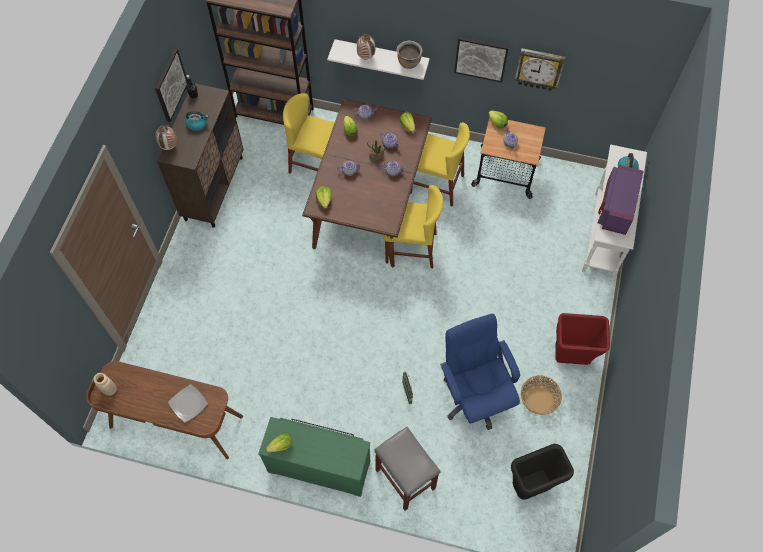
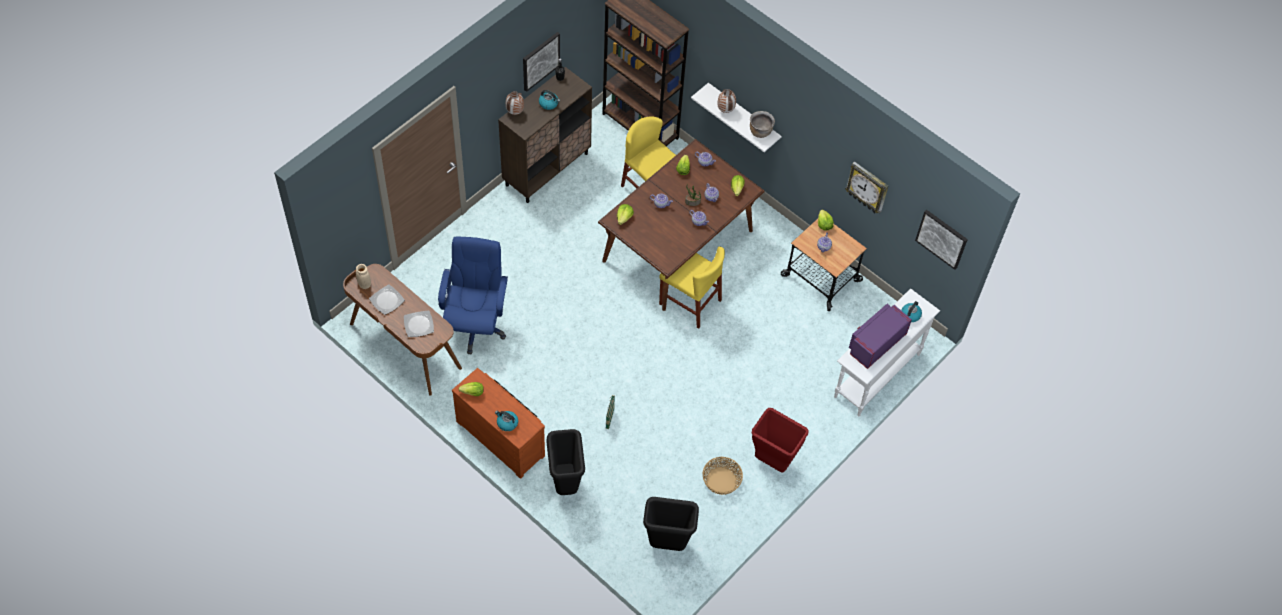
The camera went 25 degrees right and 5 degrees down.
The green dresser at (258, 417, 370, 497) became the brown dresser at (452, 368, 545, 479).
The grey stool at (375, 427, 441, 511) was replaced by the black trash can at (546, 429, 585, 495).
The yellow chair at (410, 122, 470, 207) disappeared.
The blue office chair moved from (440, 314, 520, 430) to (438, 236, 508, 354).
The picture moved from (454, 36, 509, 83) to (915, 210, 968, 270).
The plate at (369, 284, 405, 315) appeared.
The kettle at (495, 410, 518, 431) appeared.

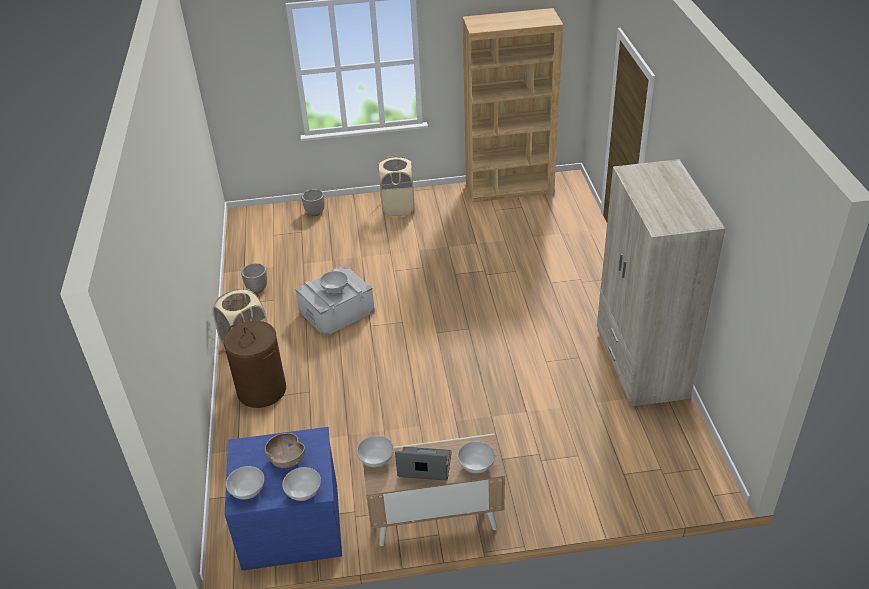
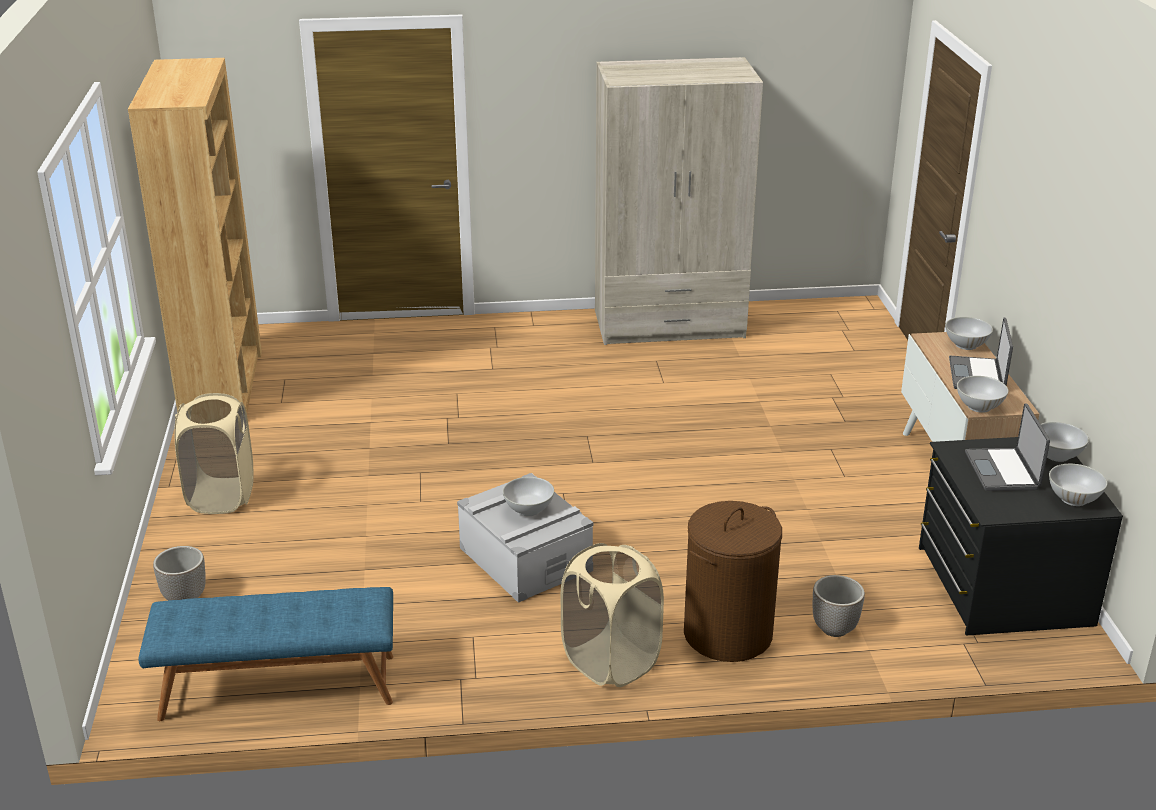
The camera went 90 degrees left and 10 degrees down.
The blue dresser at (225, 427, 342, 570) became the black dresser at (919, 437, 1123, 635).
The planter moved from (241, 263, 267, 293) to (813, 575, 865, 637).
The brown bowl at (265, 433, 305, 468) was replaced by the laptop at (965, 403, 1050, 491).
The blue bench at (138, 587, 393, 721) appeared.

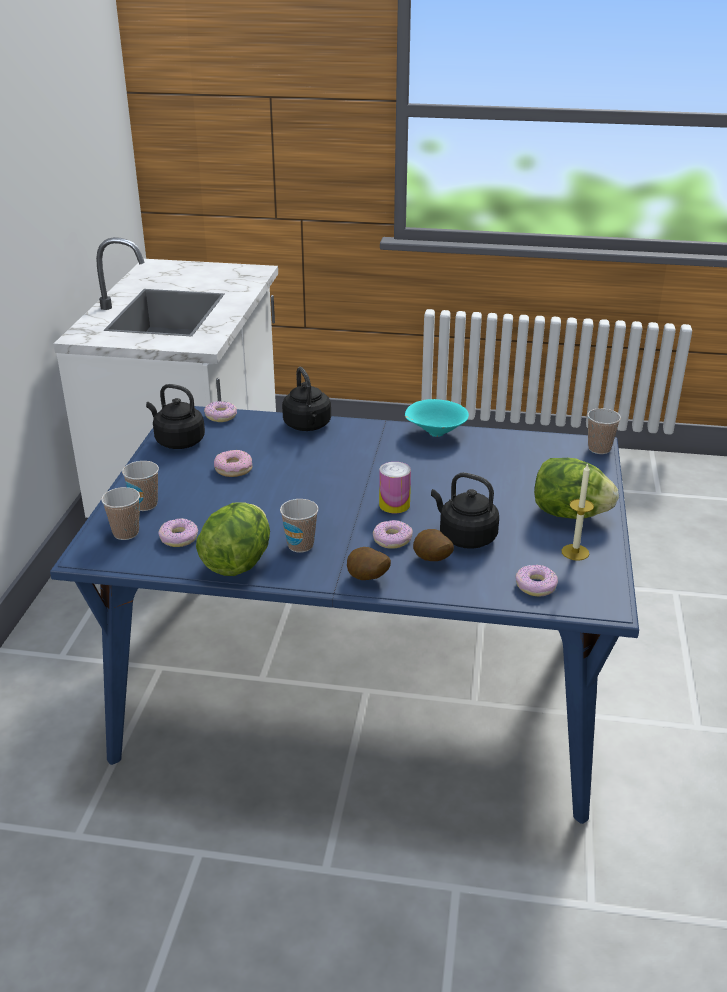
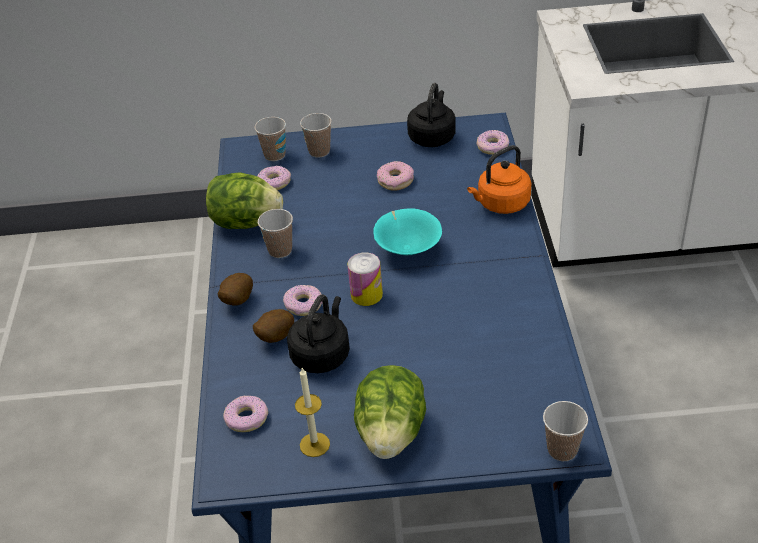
The camera went 80 degrees right and 10 degrees up.
The black kettle at (282, 367, 331, 431) became the orange kettle at (467, 145, 531, 214).
The turquoise bowl moved from (405, 399, 469, 437) to (373, 208, 442, 255).

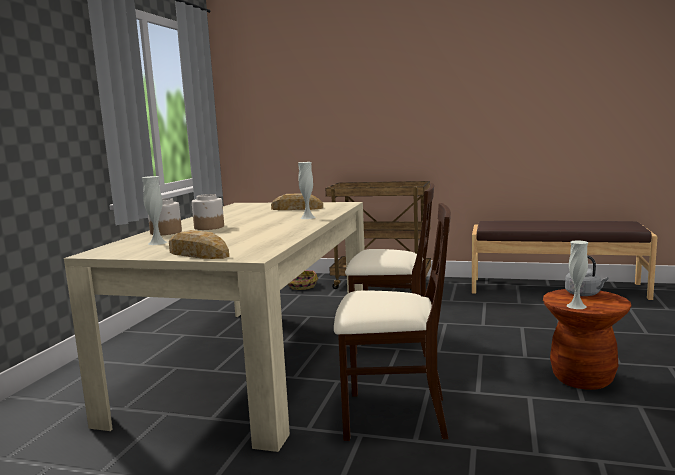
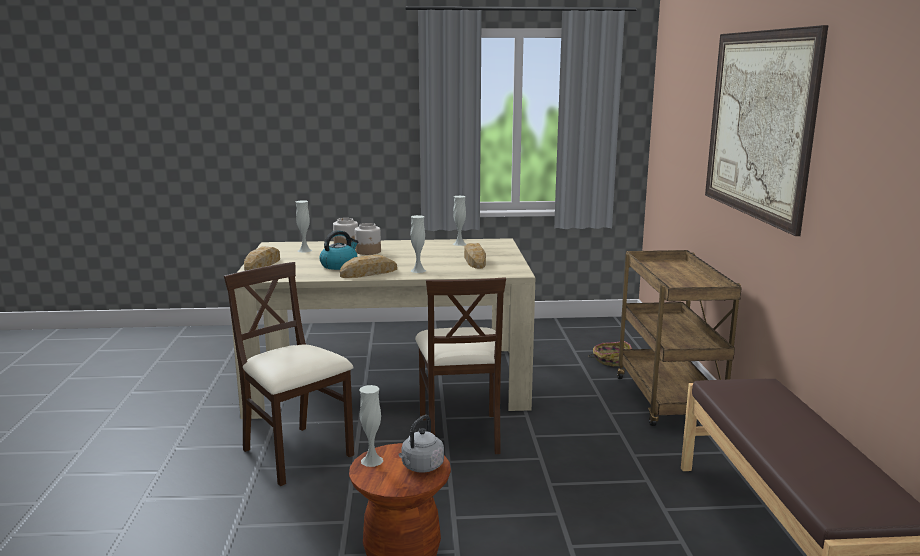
The camera went 70 degrees right and 5 degrees up.
The beige chair at (334, 203, 451, 441) turned 150 degrees clockwise.
The kettle at (319, 230, 358, 270) appeared.
The bread at (340, 255, 397, 278) appeared.
The white vase at (453, 196, 466, 246) appeared.
The picture at (705, 25, 828, 236) appeared.

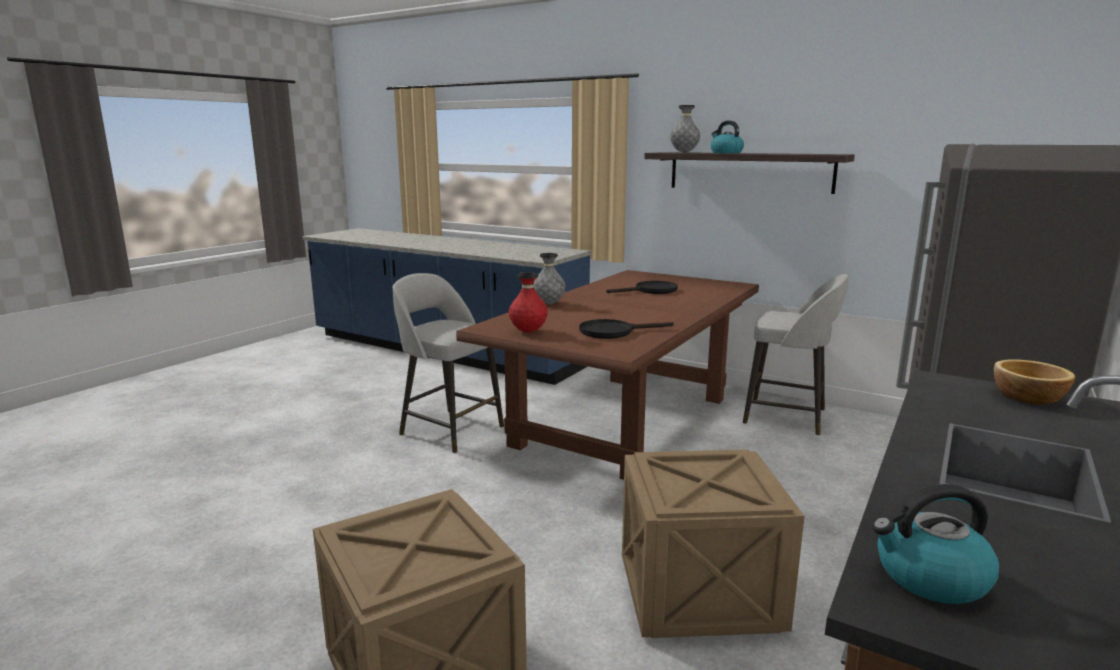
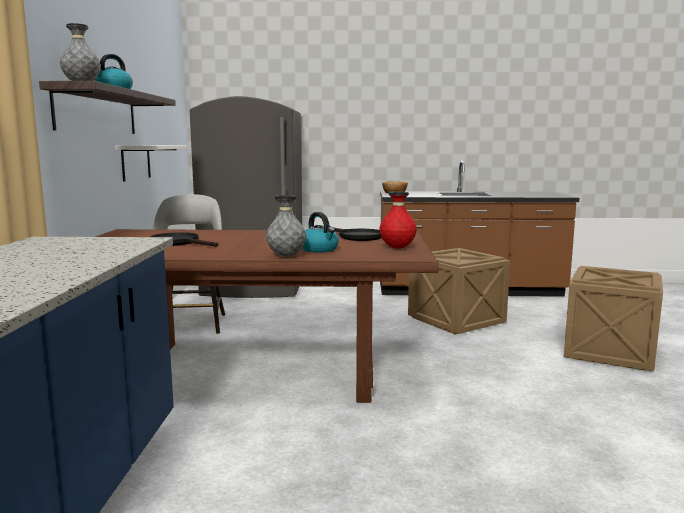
The camera went 120 degrees left and 5 degrees down.
The grey stool at (393, 273, 504, 453) disappeared.
The kettle moved from (872, 484, 999, 604) to (302, 212, 339, 253).
The white shelf at (115, 145, 187, 182) appeared.

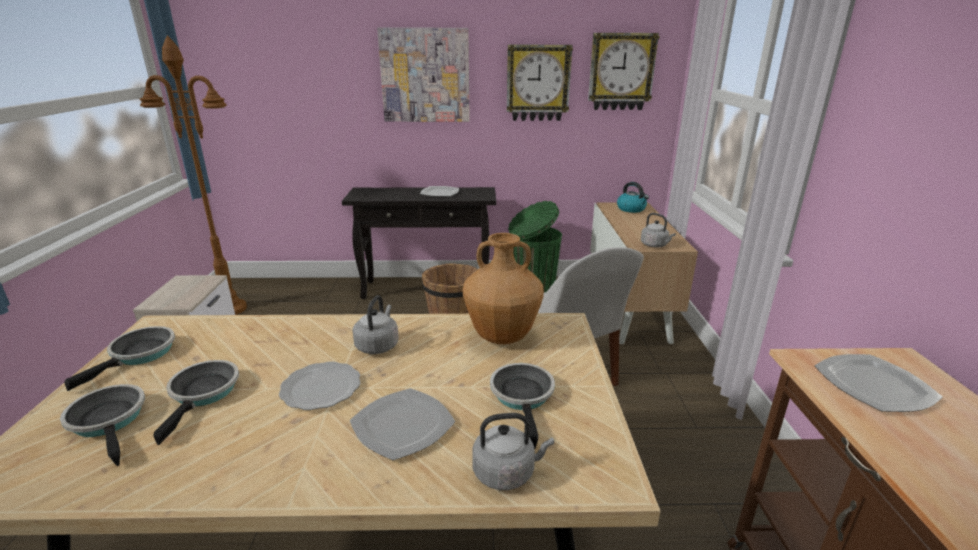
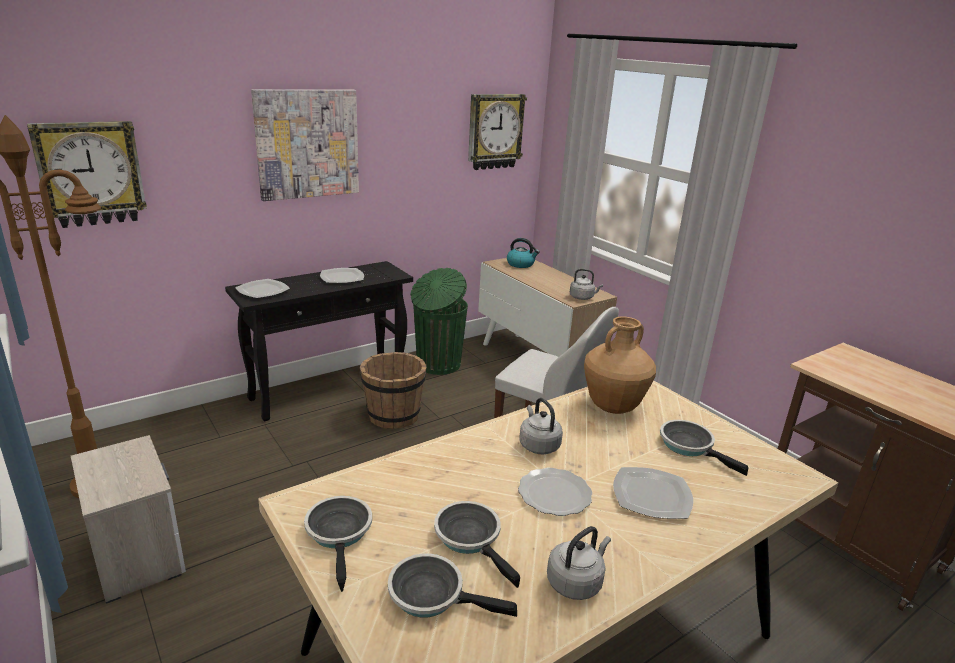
The camera went 35 degrees left and 0 degrees up.
The grey kettle moved from (472, 413, 554, 490) to (547, 526, 611, 600).
The wall clock moved from (507, 45, 573, 121) to (27, 121, 147, 228).
The plate moved from (815, 354, 943, 412) to (235, 279, 290, 298).

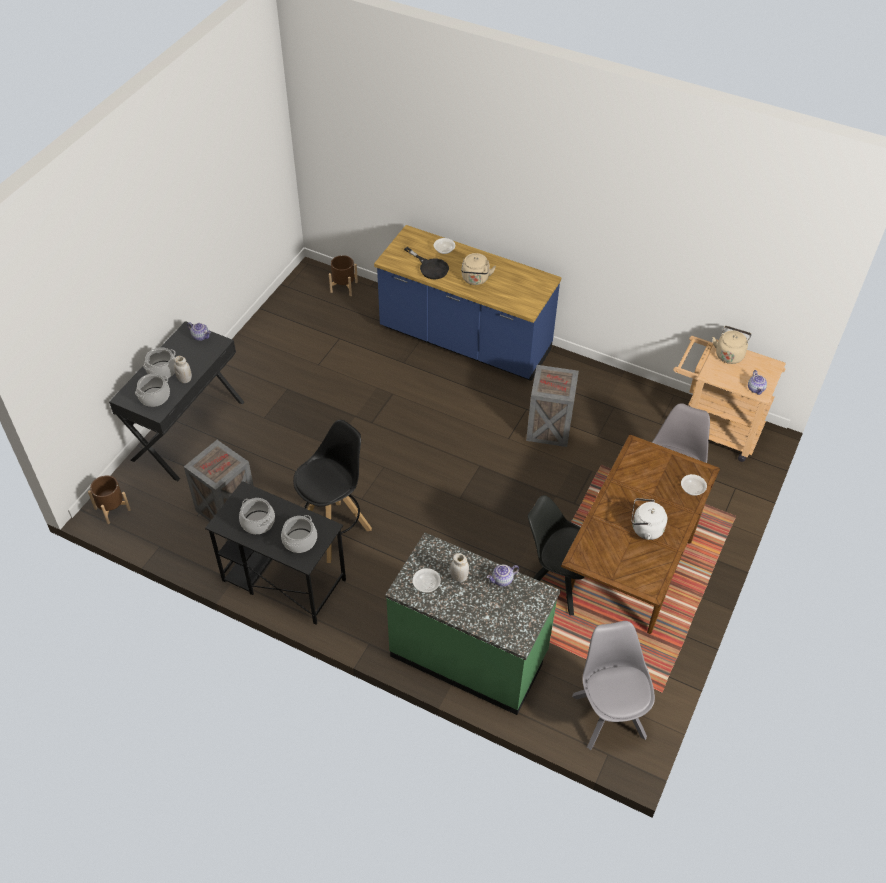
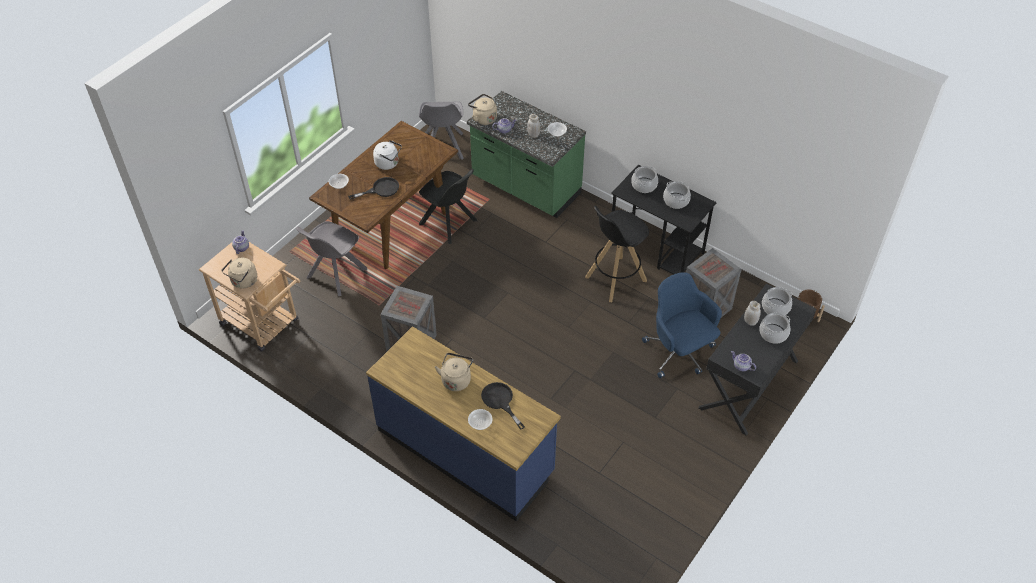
The camera went 170 degrees left and 0 degrees up.
The brown planter at (329, 255, 358, 296) disappeared.
The black frying pan at (348, 177, 399, 200) appeared.
The beige kettle at (468, 94, 497, 125) appeared.
The blue office chair at (642, 272, 722, 378) appeared.

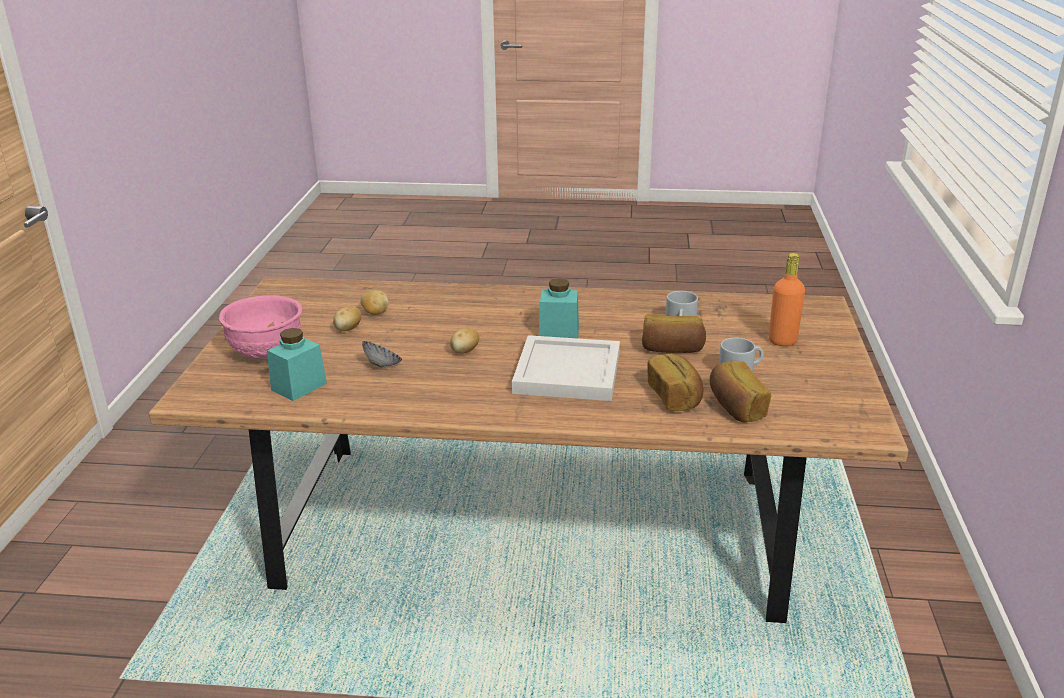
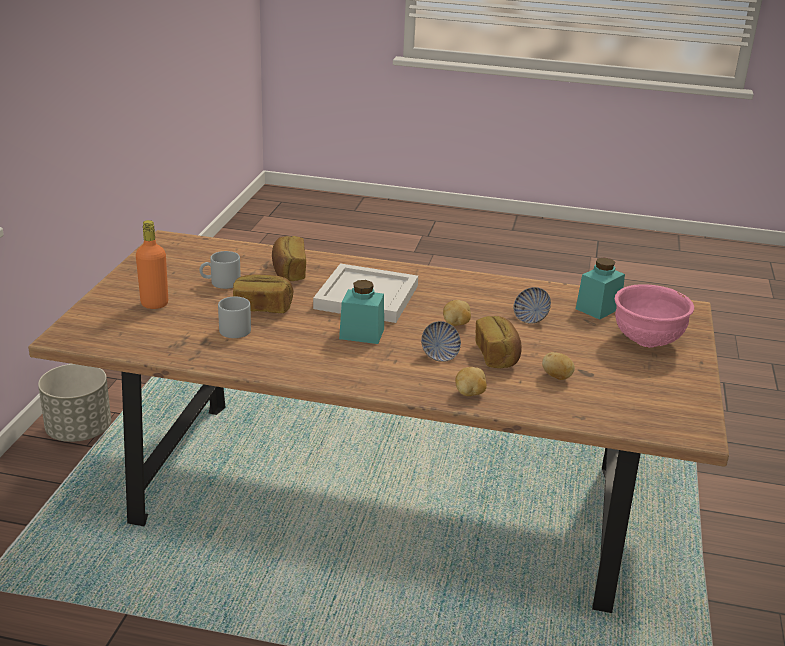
The camera went 175 degrees left and 0 degrees up.
The potato moved from (333, 306, 362, 331) to (455, 367, 487, 396).
The bread moved from (710, 360, 771, 422) to (475, 316, 522, 368).
The grey planter at (38, 364, 111, 442) appeared.
The bowl at (421, 321, 461, 362) appeared.

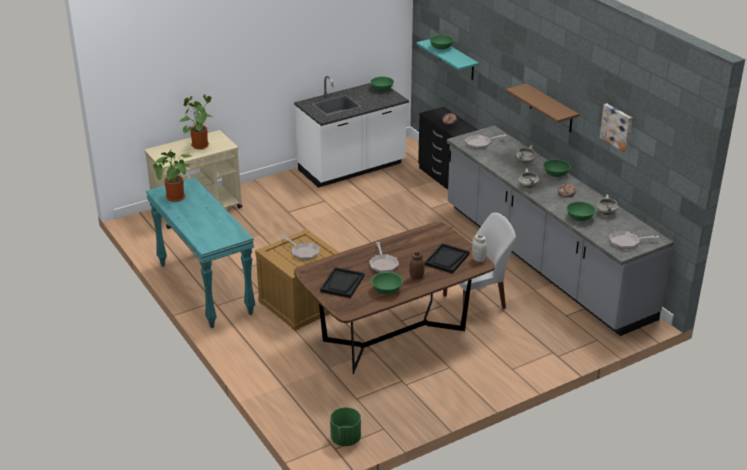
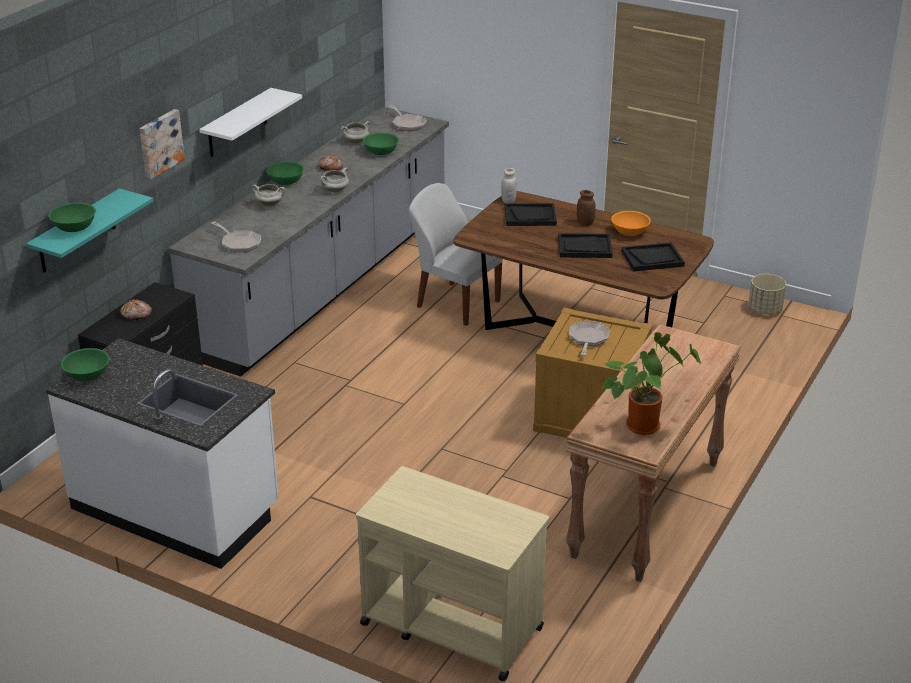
The camera went 120 degrees left and 0 degrees up.
The turquoise console table at (146, 177, 255, 328) became the brown console table at (566, 324, 741, 582).
The potted plant at (179, 94, 212, 149) disappeared.
The green planter at (330, 407, 361, 446) became the beige planter at (749, 274, 786, 314).
The frying pan at (369, 242, 399, 273) was replaced by the black tray at (558, 233, 613, 258).
The green bowl at (371, 272, 403, 294) became the orange bowl at (611, 211, 651, 236).
The brown shelf at (506, 83, 579, 133) became the white shelf at (199, 88, 302, 157).
The picture moved from (600, 103, 632, 152) to (140, 109, 185, 180).

